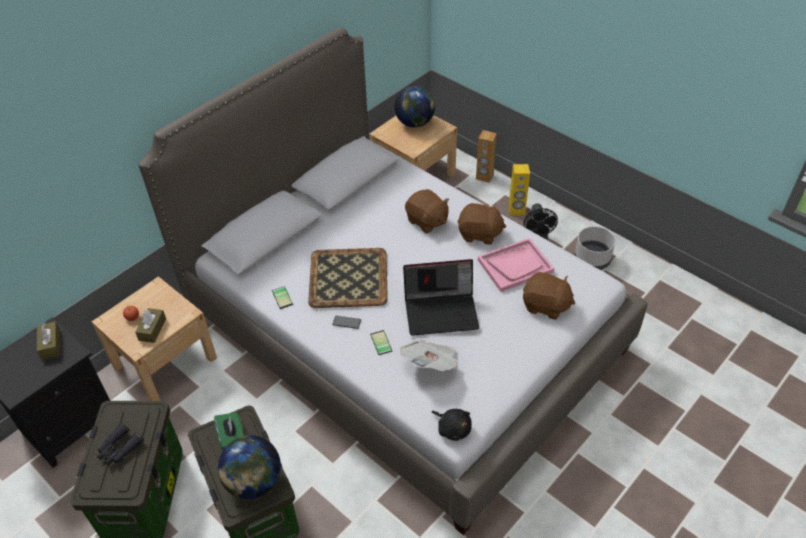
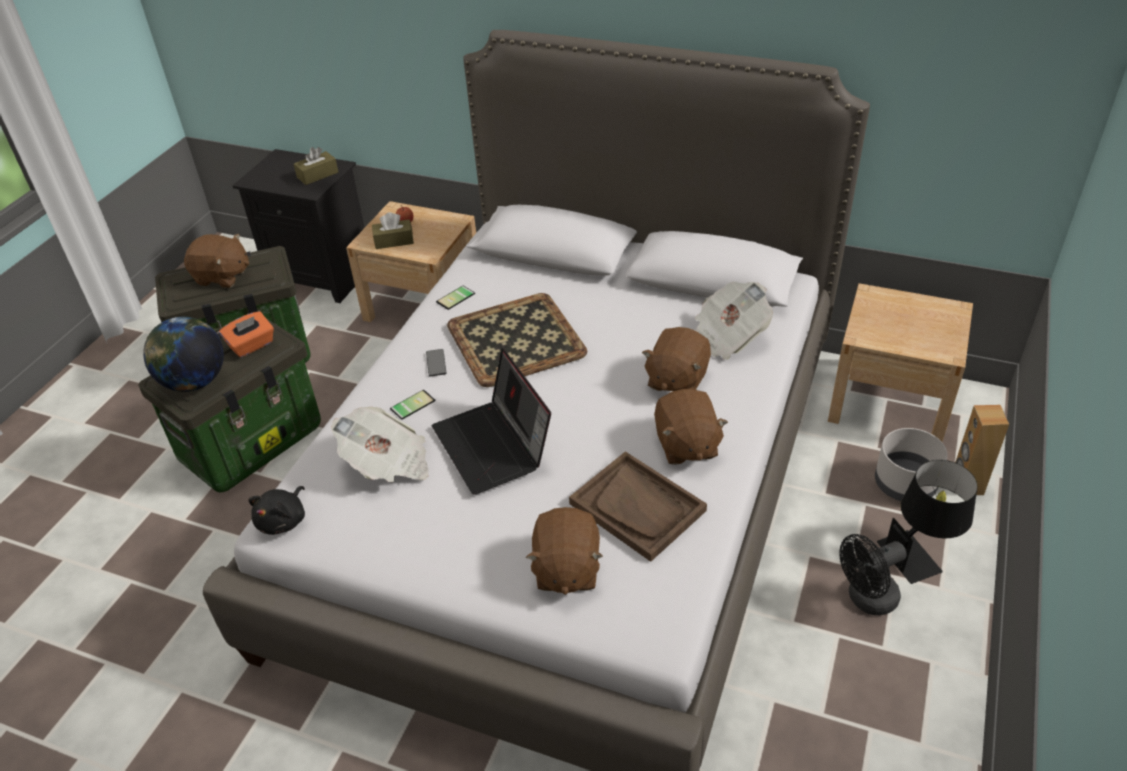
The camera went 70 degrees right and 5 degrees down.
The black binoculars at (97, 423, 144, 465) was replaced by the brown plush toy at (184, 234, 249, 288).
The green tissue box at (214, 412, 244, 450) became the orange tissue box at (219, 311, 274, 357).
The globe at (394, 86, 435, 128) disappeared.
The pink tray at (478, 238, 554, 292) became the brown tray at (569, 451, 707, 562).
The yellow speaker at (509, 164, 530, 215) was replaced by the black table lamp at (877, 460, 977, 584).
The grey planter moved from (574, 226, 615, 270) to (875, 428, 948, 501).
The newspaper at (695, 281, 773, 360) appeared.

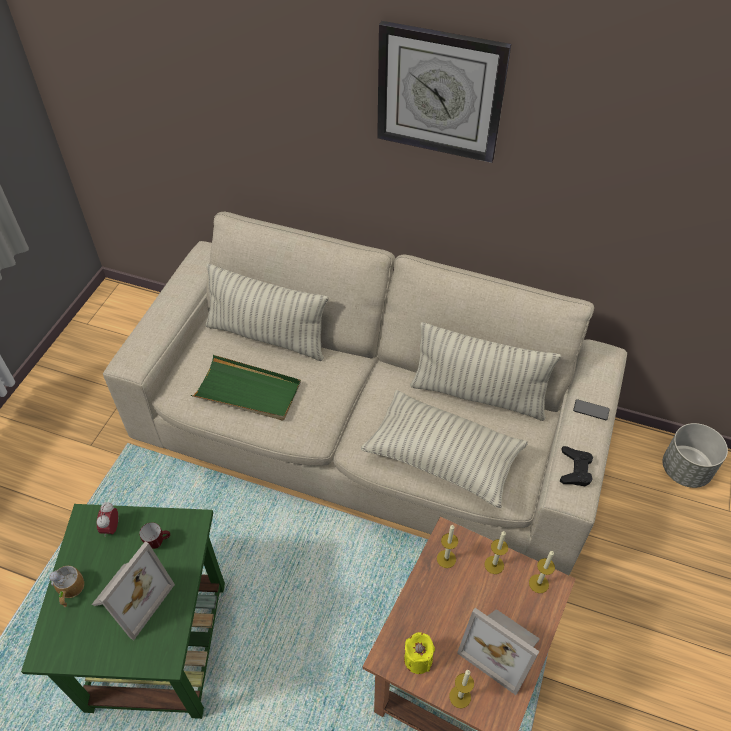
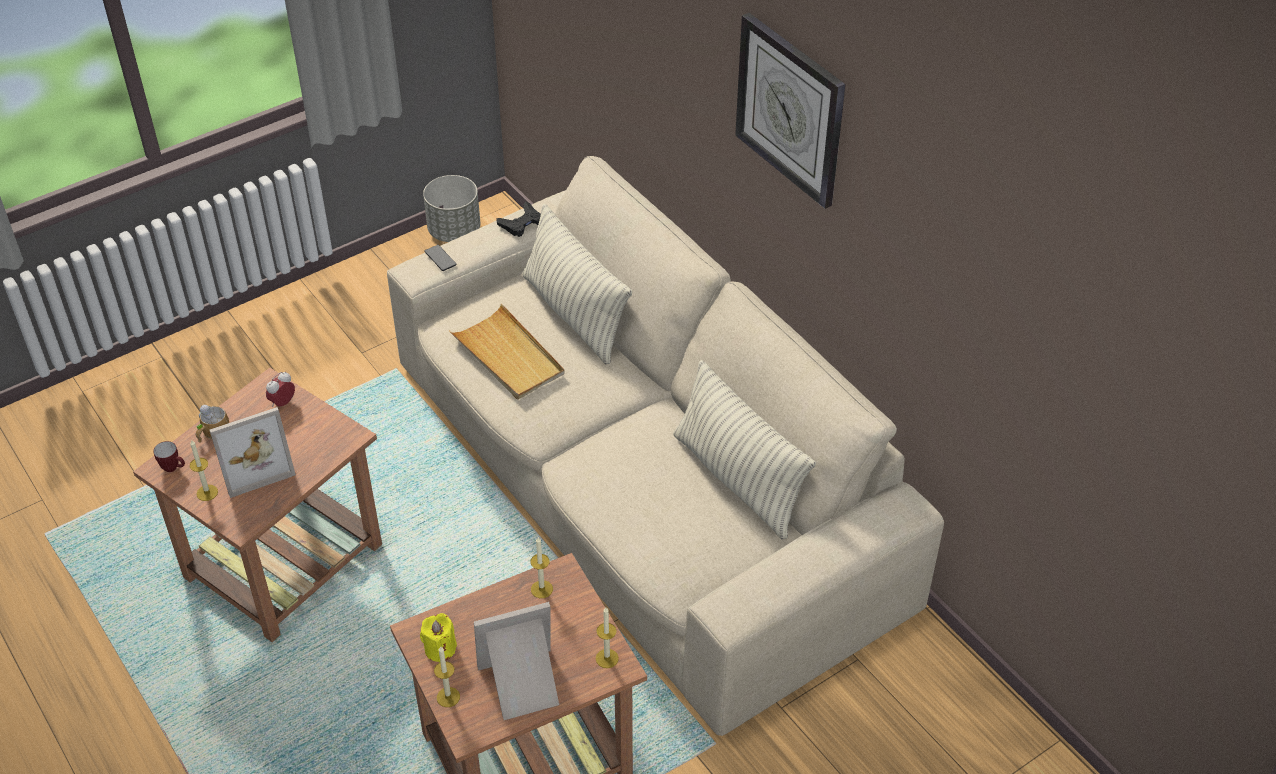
The camera went 35 degrees right and 5 degrees down.
The green side table at (21, 504, 225, 719) became the brown side table at (133, 368, 382, 642).
The mug moved from (139, 522, 170, 549) to (153, 441, 185, 472).
The green tray at (191, 355, 301, 420) became the beige tray at (449, 304, 565, 400).
The pillow at (361, 390, 528, 508) disappeared.
The picture frame at (457, 608, 540, 695) turned 90 degrees clockwise.
The candle moved from (484, 531, 508, 574) to (190, 440, 218, 501).
The black game controller moved from (560, 446, 593, 486) to (496, 202, 541, 237).
The phone moved from (573, 399, 610, 420) to (425, 245, 457, 271).
The grey planter moved from (663, 423, 728, 488) to (423, 175, 480, 242).

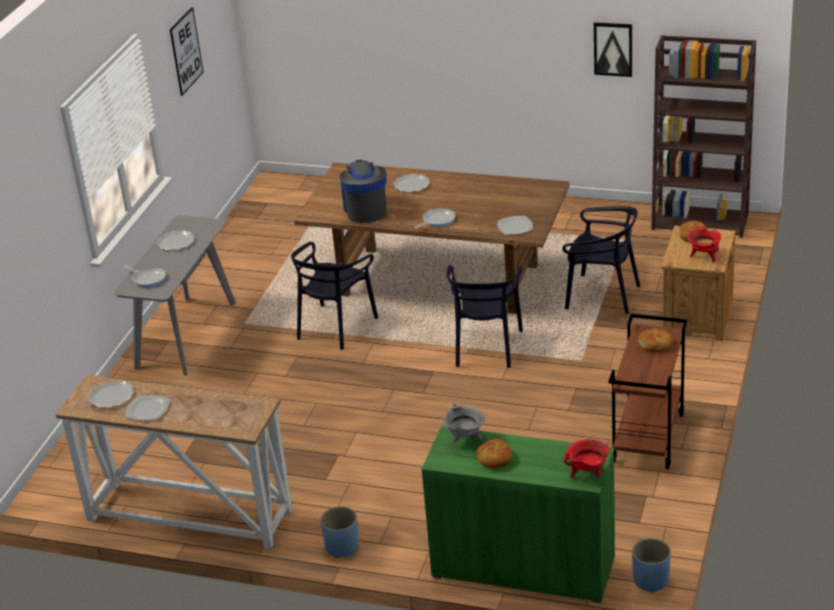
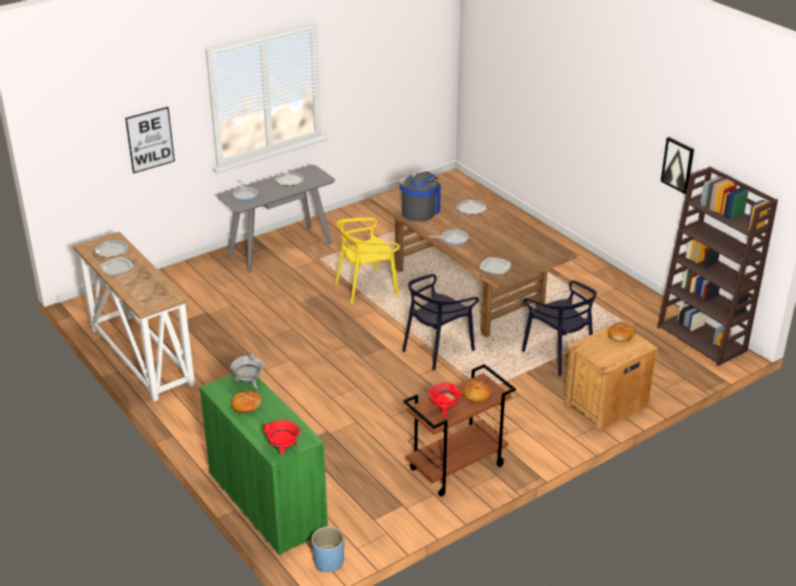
The camera went 35 degrees right and 0 degrees up.
The picture moved from (170, 7, 203, 96) to (125, 107, 175, 173).
The black chair at (291, 242, 378, 350) became the yellow chair at (335, 218, 400, 304).
The blue planter at (320, 506, 359, 558) disappeared.
The red cooking pot moved from (687, 228, 721, 262) to (429, 382, 462, 419).

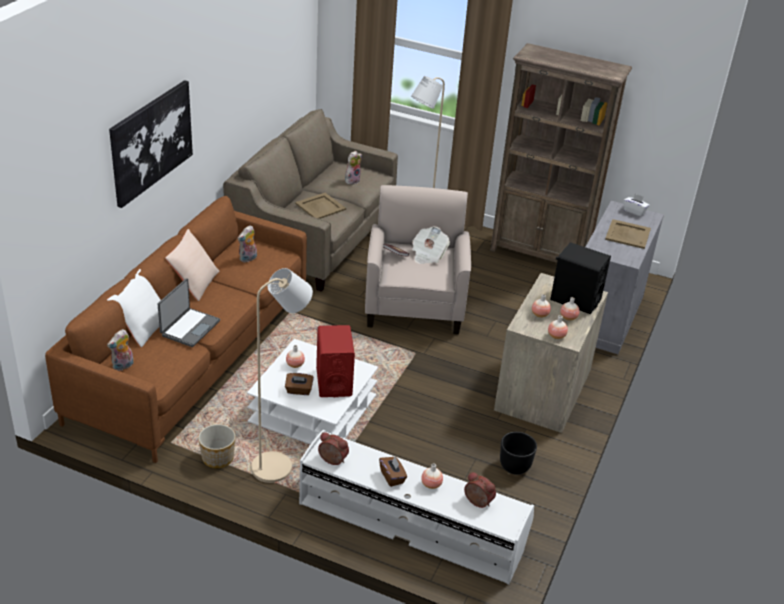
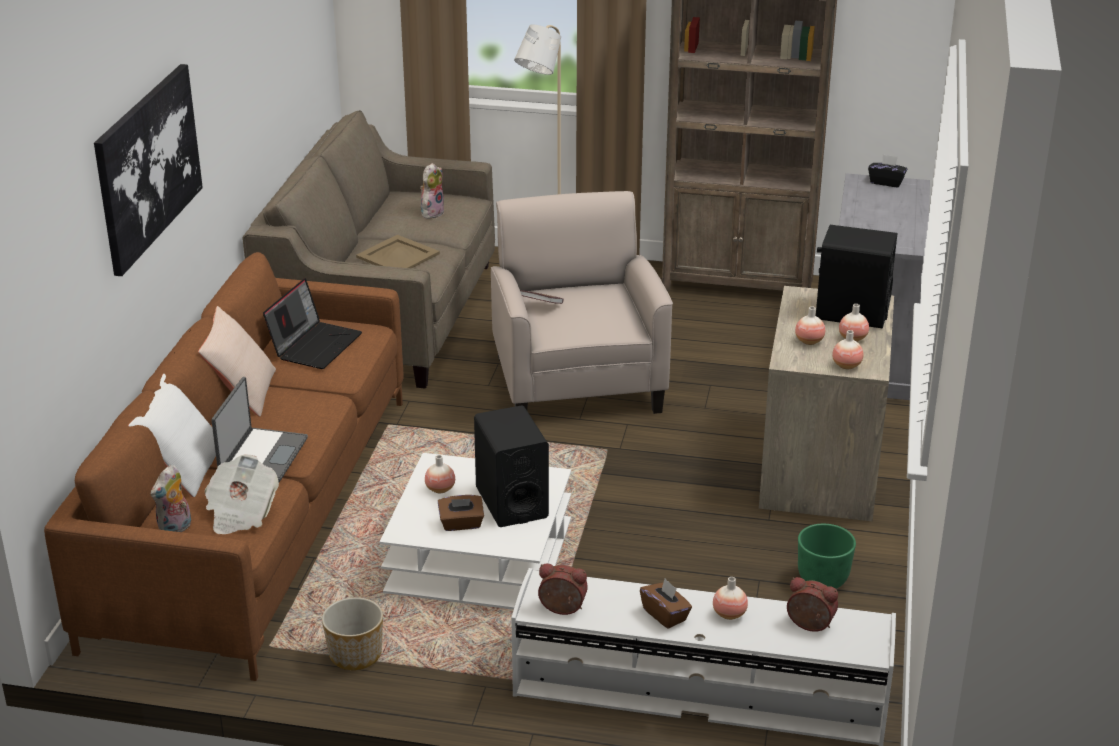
The camera went 10 degrees left and 5 degrees down.
The plush toy at (238, 225, 257, 263) was replaced by the laptop at (263, 278, 362, 369).
The beige floor lamp at (251, 268, 313, 483) disappeared.
The red speaker at (316, 325, 355, 397) became the black speaker at (474, 405, 549, 527).
The newspaper moved from (412, 226, 450, 264) to (204, 454, 279, 534).
The black planter at (500, 432, 537, 475) became the green planter at (798, 524, 856, 589).
The beige tray at (605, 219, 651, 249) disappeared.
The white tissue box at (624, 194, 650, 216) became the black tissue box at (868, 154, 907, 187).

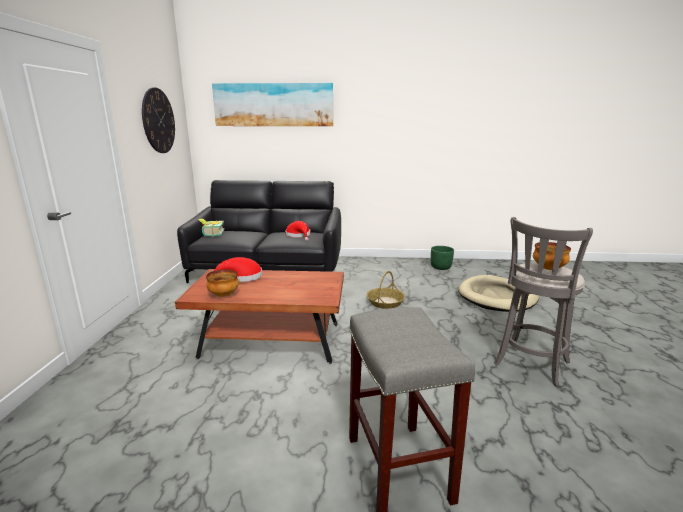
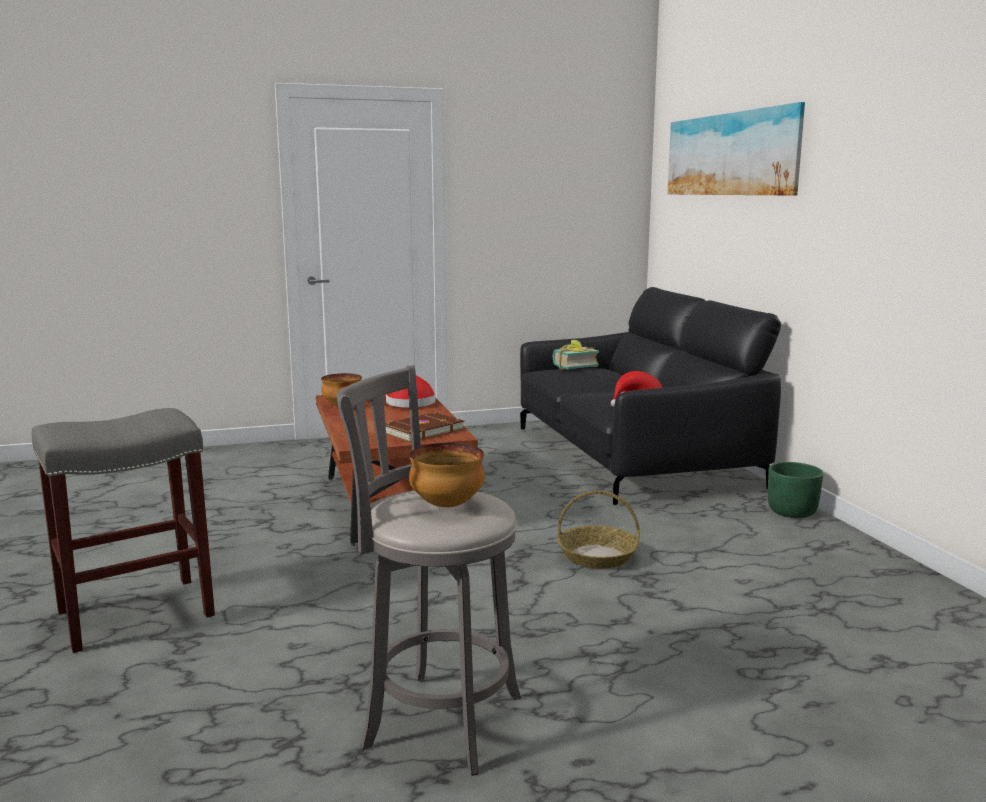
The camera went 70 degrees right and 5 degrees down.
The wall clock at (142, 87, 175, 153) disappeared.
The green planter moved from (431, 246, 454, 270) to (768, 462, 823, 518).
The beige dog bed at (458, 275, 539, 312) disappeared.
The brown book at (385, 412, 465, 442) appeared.

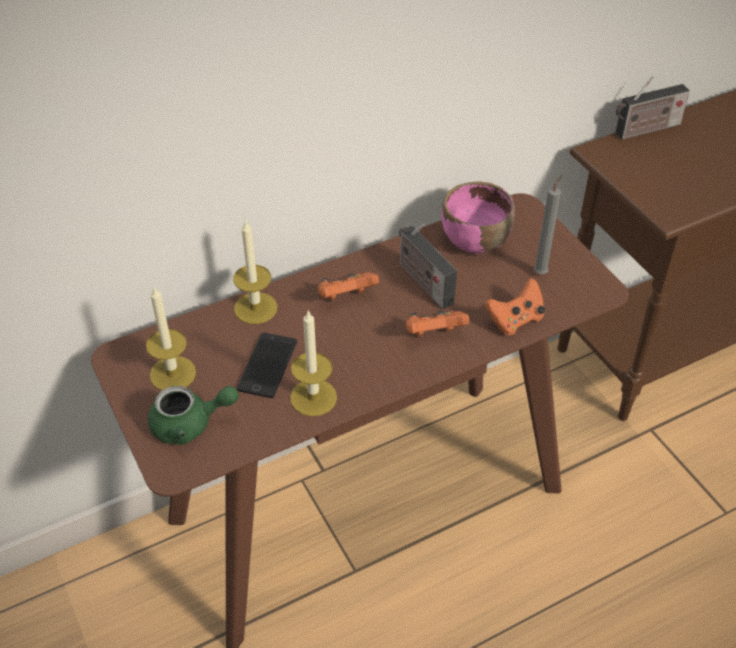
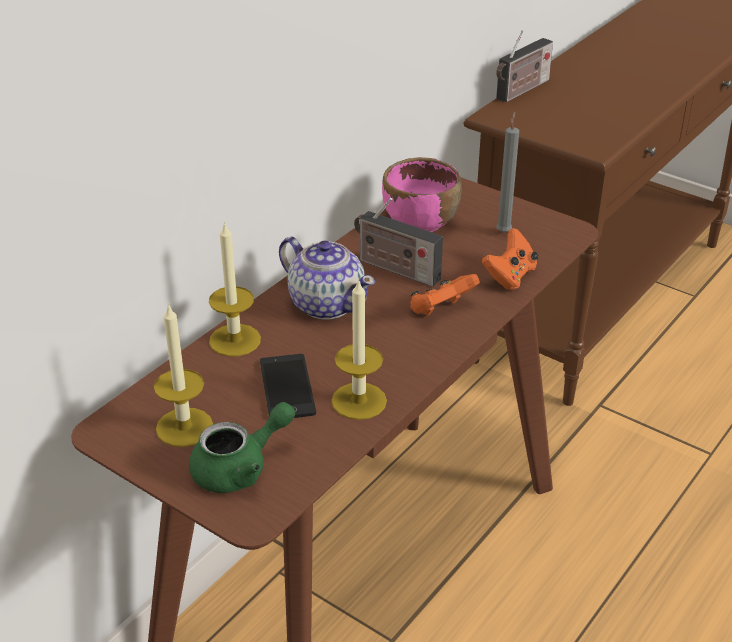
The camera went 25 degrees left and 10 degrees down.
The orange game controller at (318, 272, 379, 301) was replaced by the teapot at (279, 237, 375, 320).

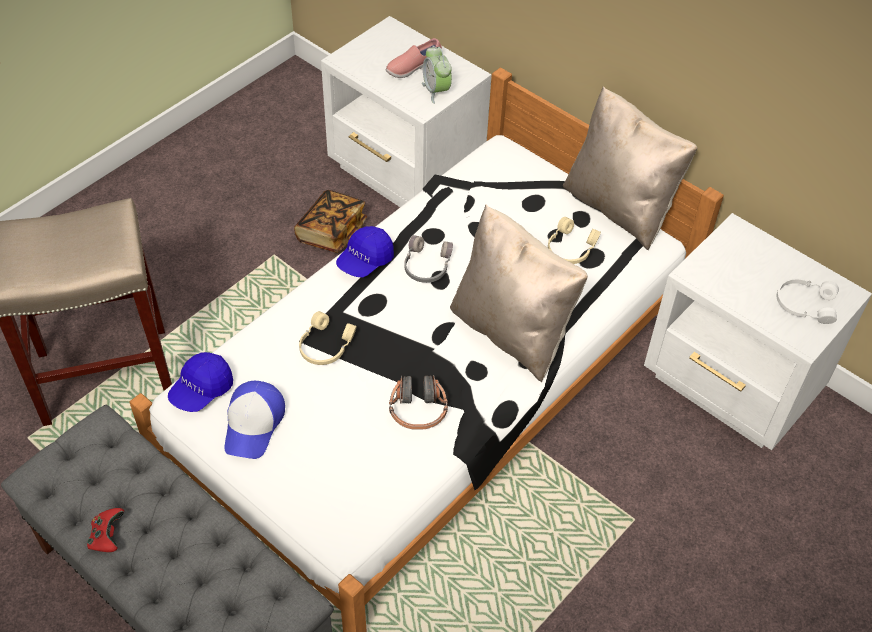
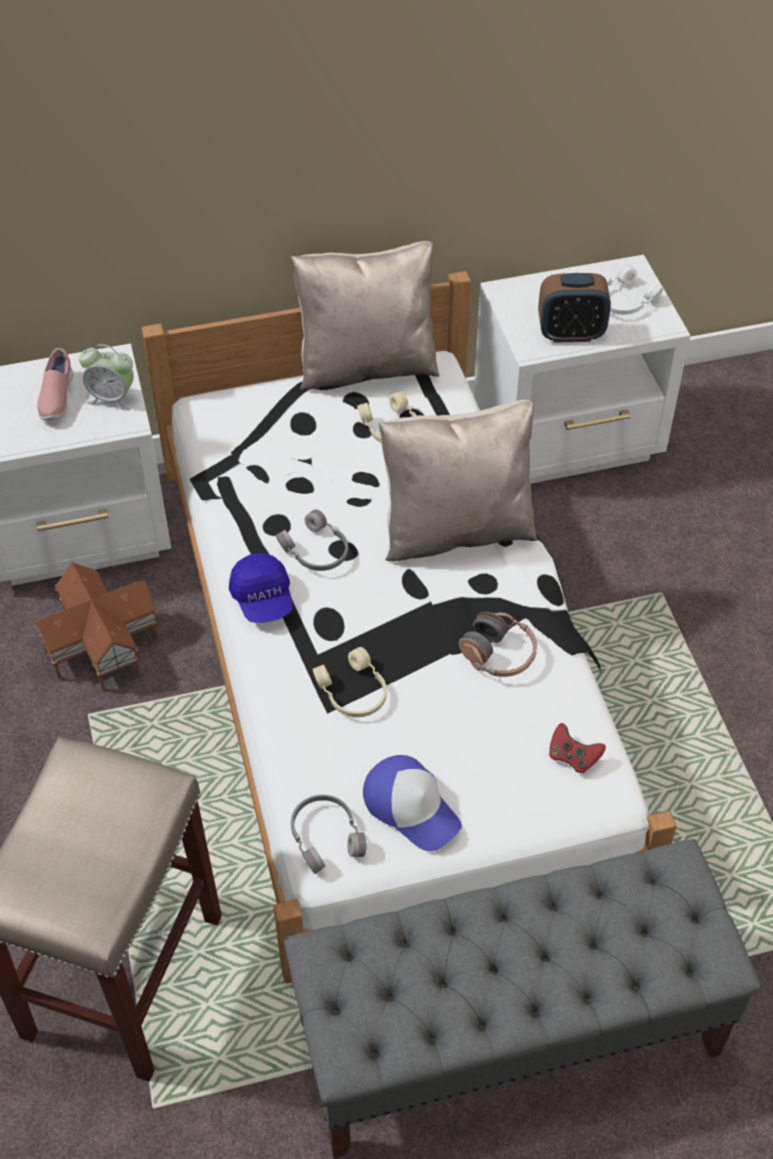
The camera went 55 degrees left and 0 degrees up.
The red game controller moved from (87, 508, 124, 552) to (549, 723, 606, 773).
The blue cap at (168, 352, 233, 412) was replaced by the grey headphones at (291, 795, 366, 874).
The book at (294, 190, 367, 253) was replaced by the toy house at (33, 562, 159, 691).
The alarm clock at (538, 273, 611, 343) appeared.

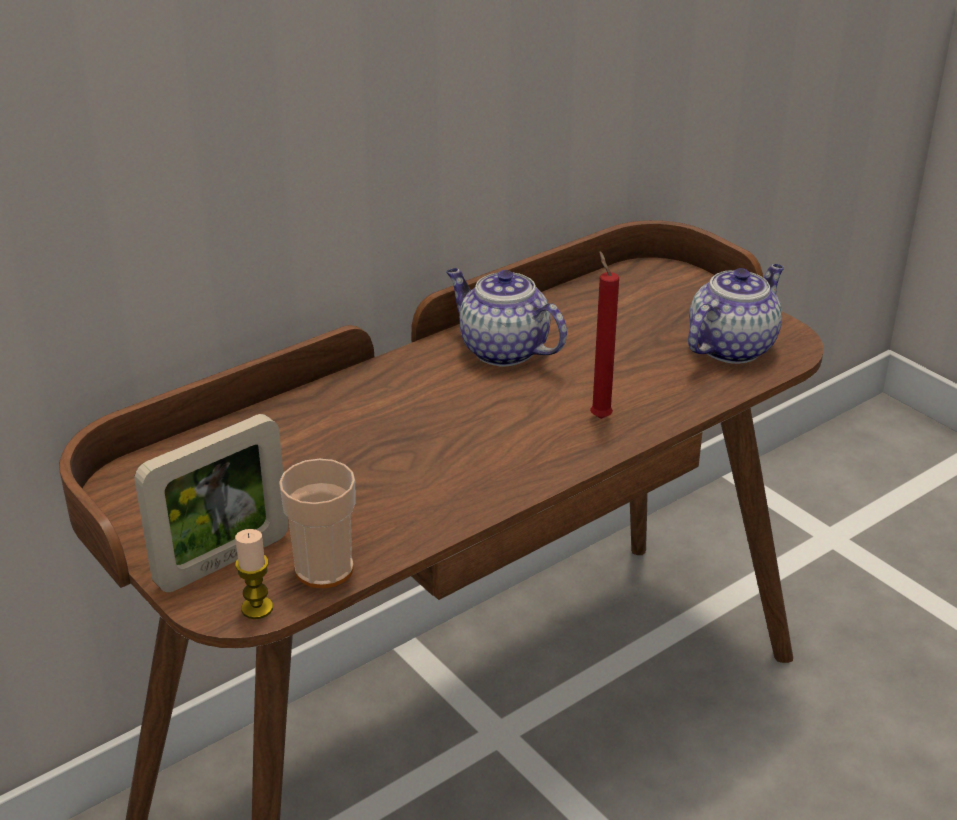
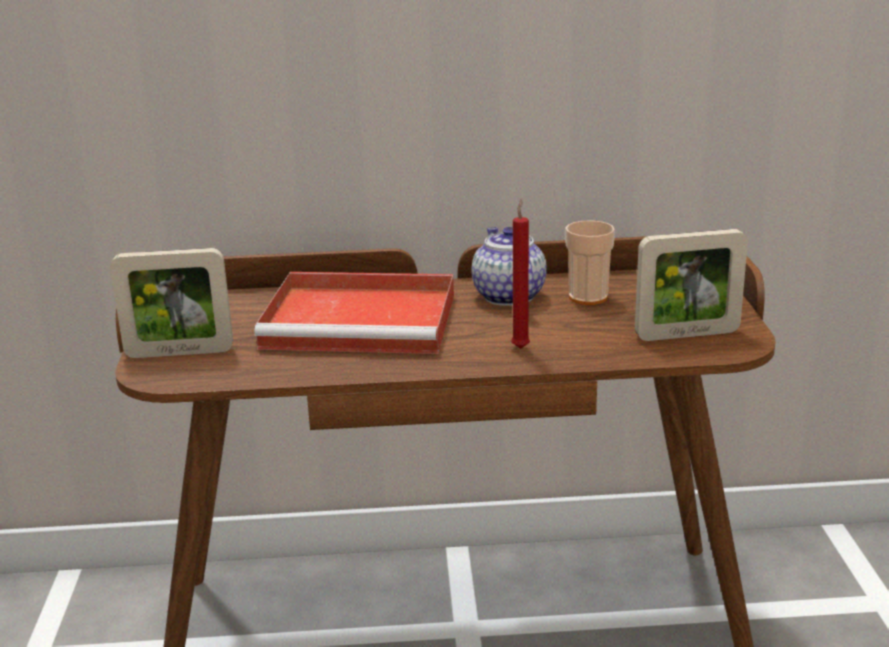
The camera went 35 degrees right and 10 degrees down.
The candle at (235, 529, 273, 619) disappeared.
The cup moved from (279, 459, 356, 588) to (565, 220, 615, 305).
The teapot at (688, 264, 784, 364) was replaced by the picture frame at (635, 229, 748, 341).
The red tray at (254, 272, 454, 354) appeared.

